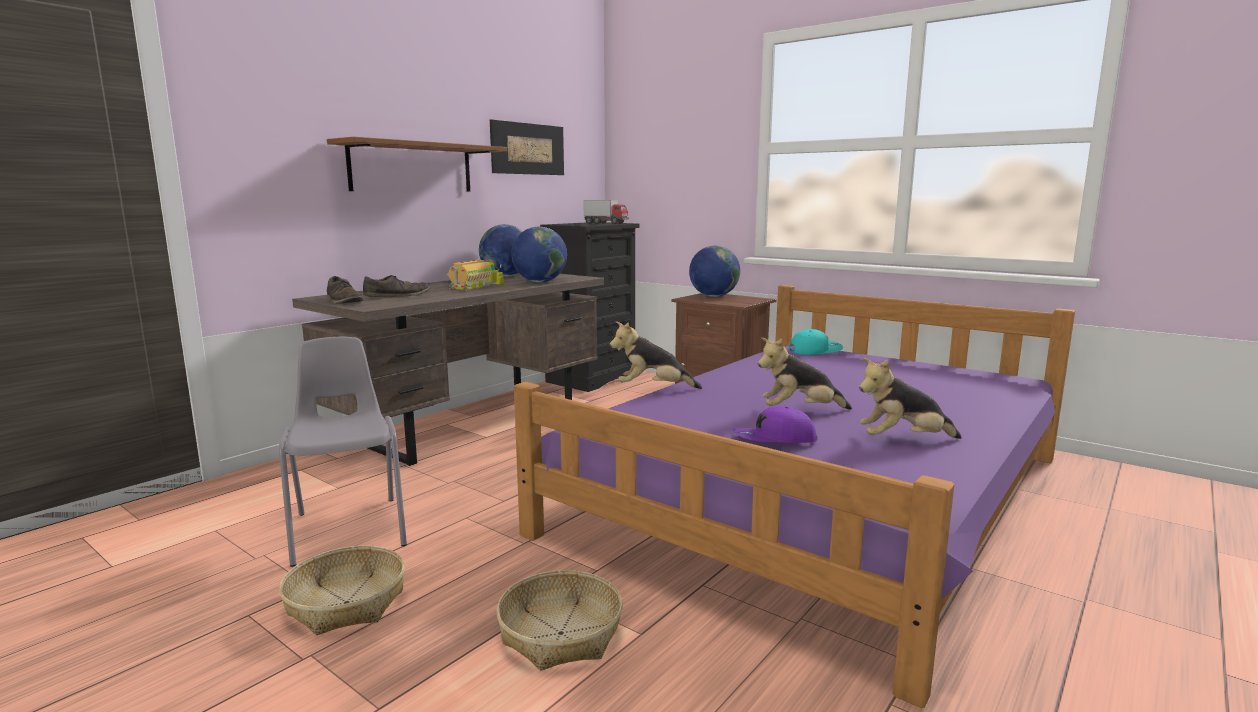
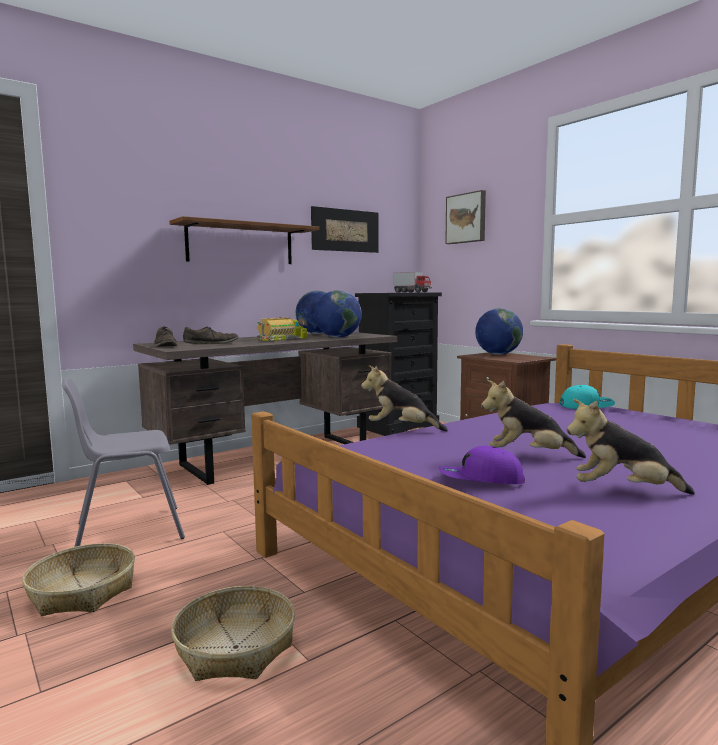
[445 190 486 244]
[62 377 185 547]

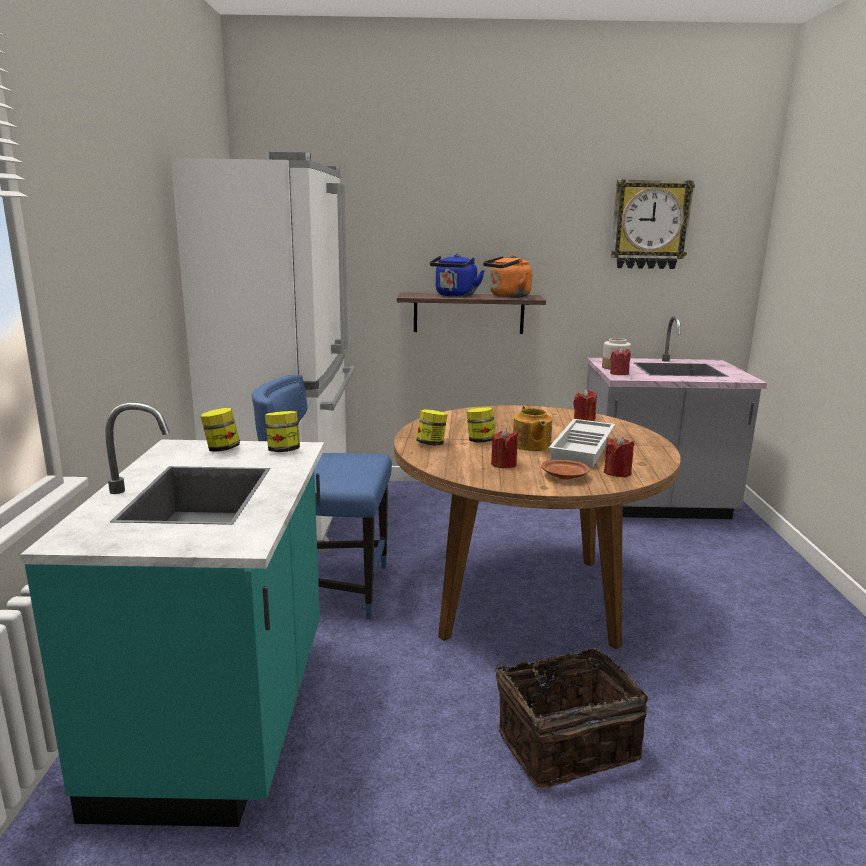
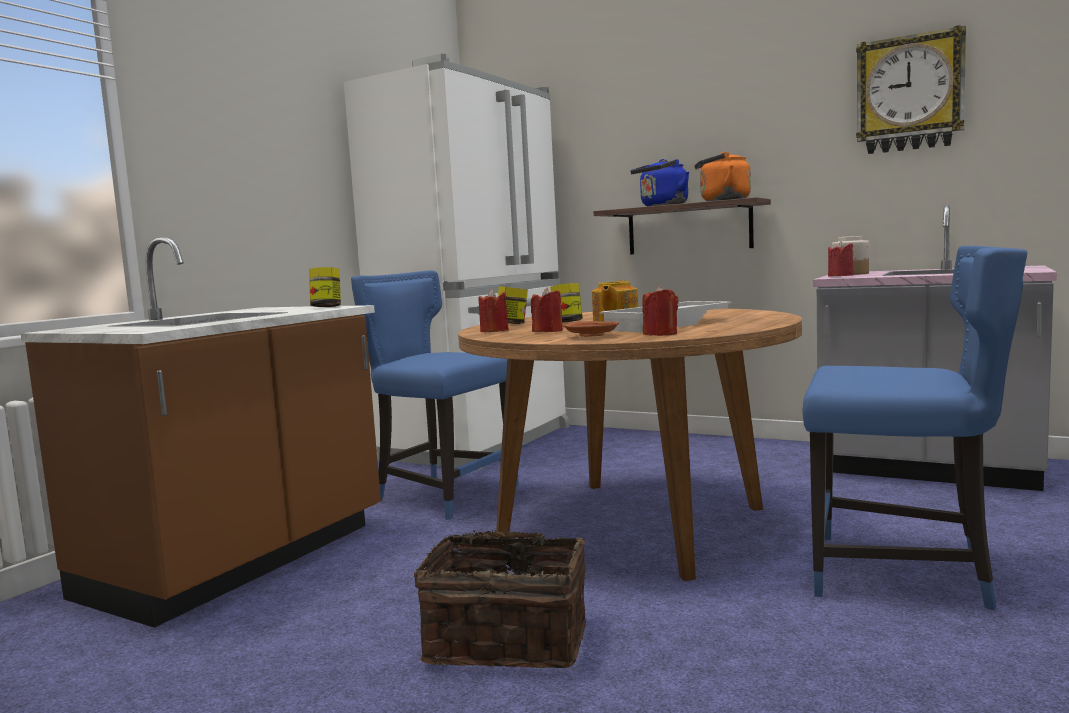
[201 408 240 452] (first image)
[803 246 1027 610]
[478 289 509 332]
[21 237 381 628]

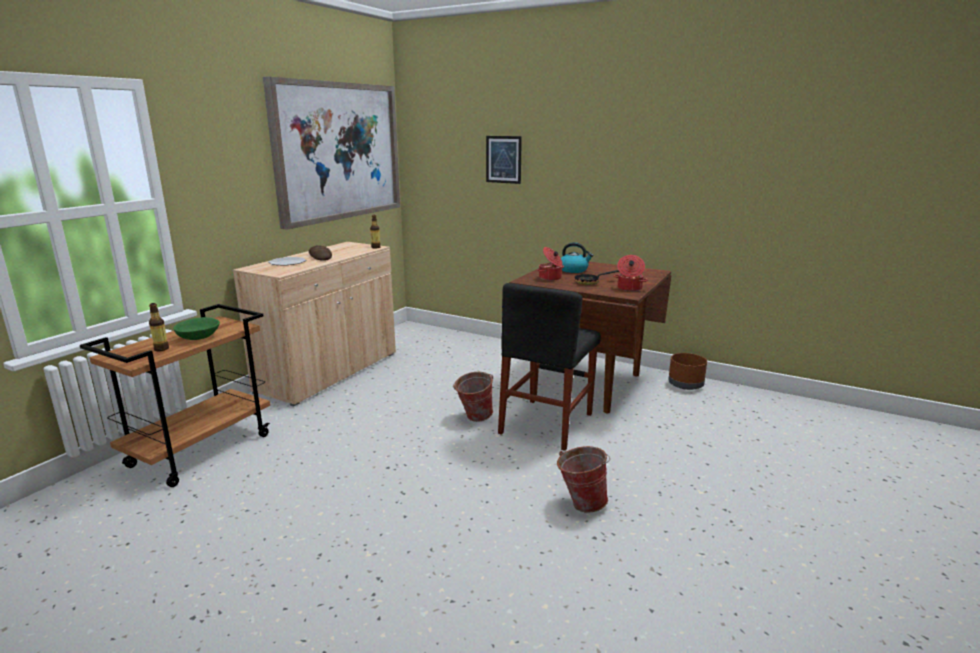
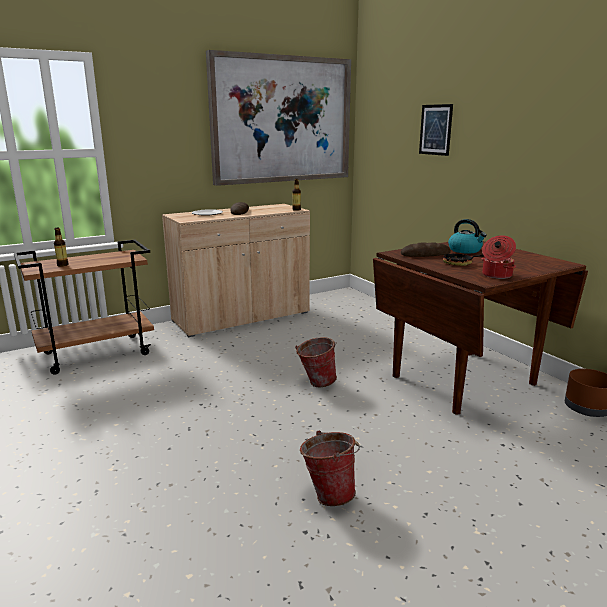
[173 317 220 340] (first image)
[498 283 601 451] (first image)
[401 242 451 257]

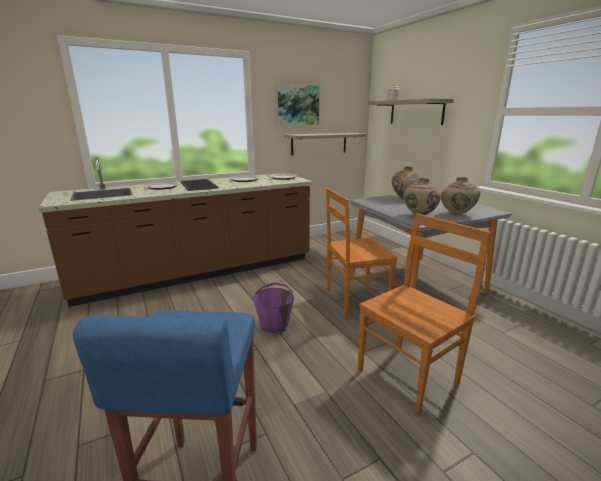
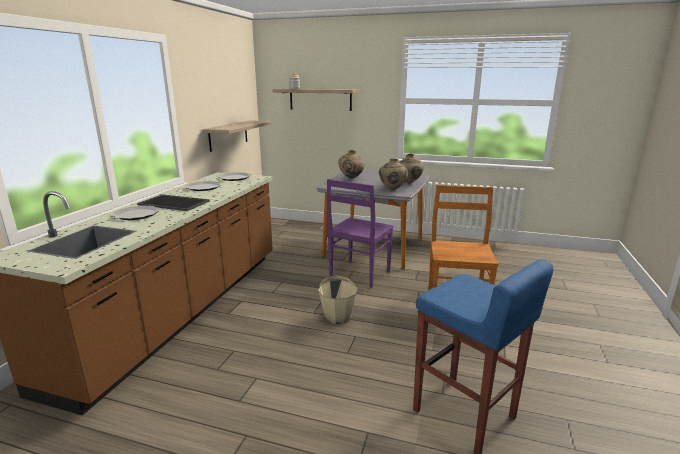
[278 84 320 126] (first image)
[318 275 358 324]
[327 179 394 288]

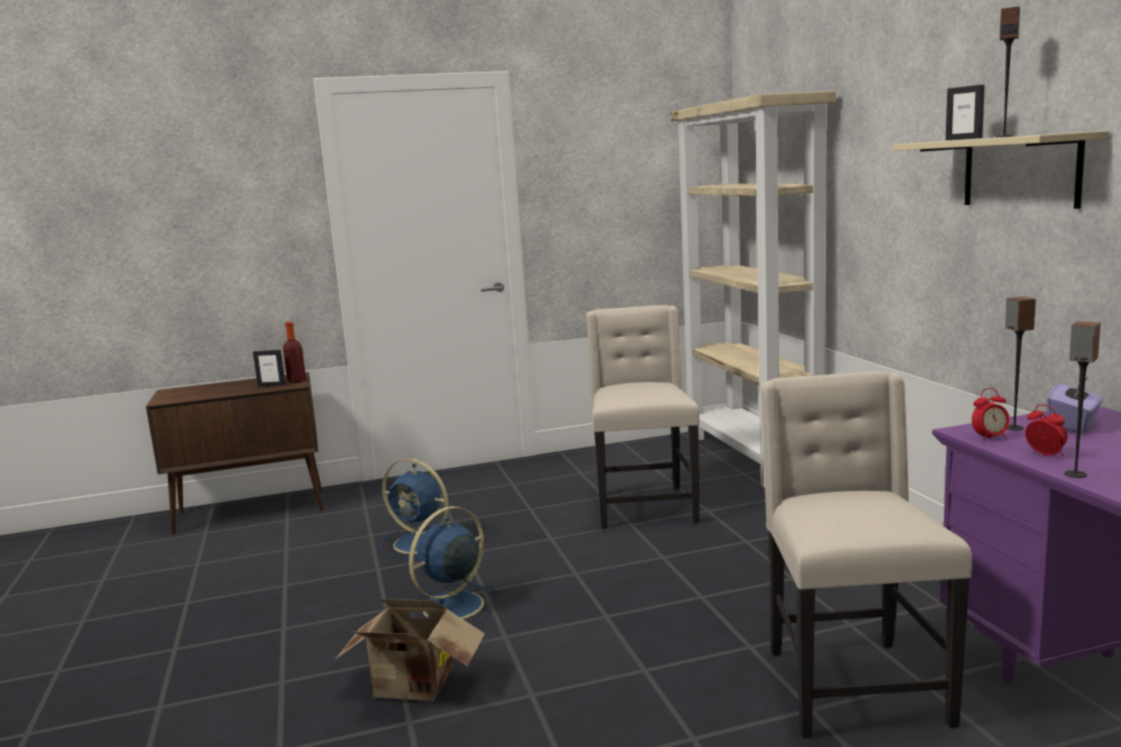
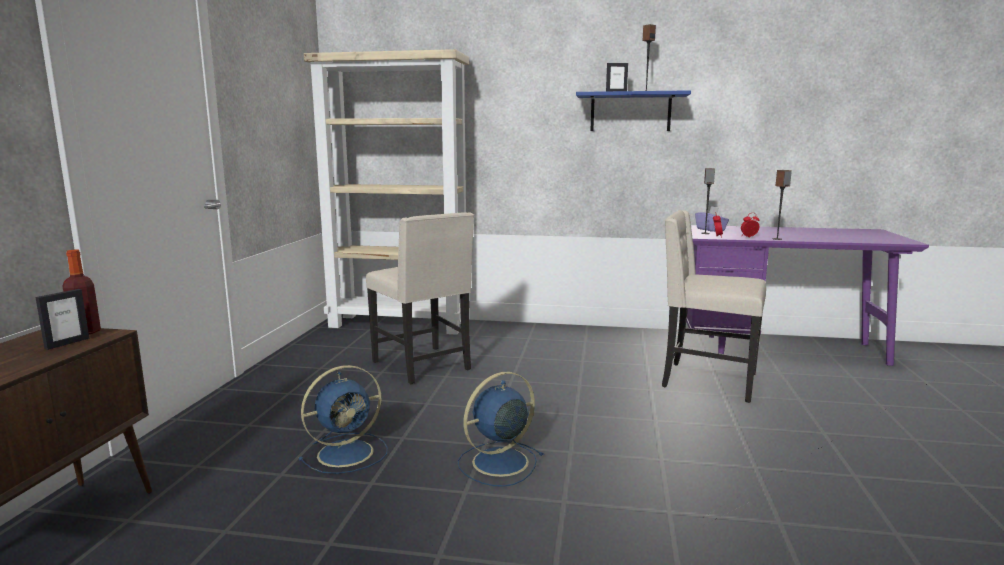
[336 599 485 701] (first image)
[576 90 691 131]
[458 372 544 487]
[366 212 474 385]

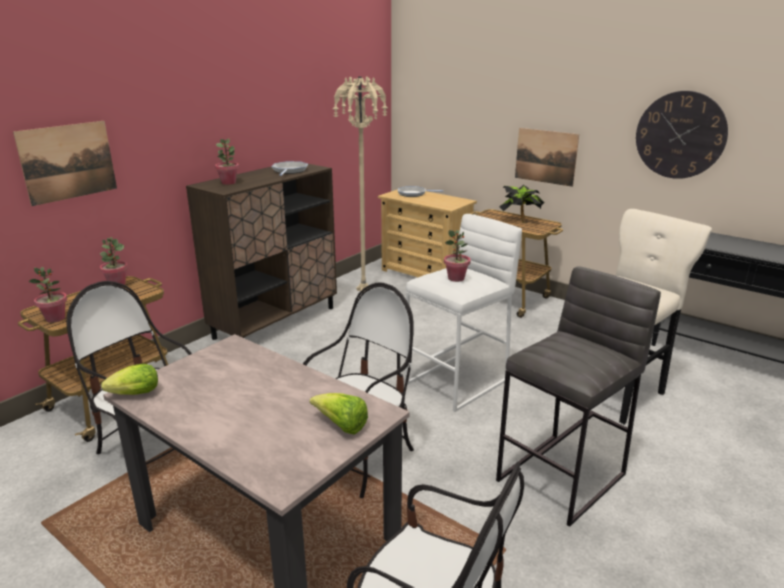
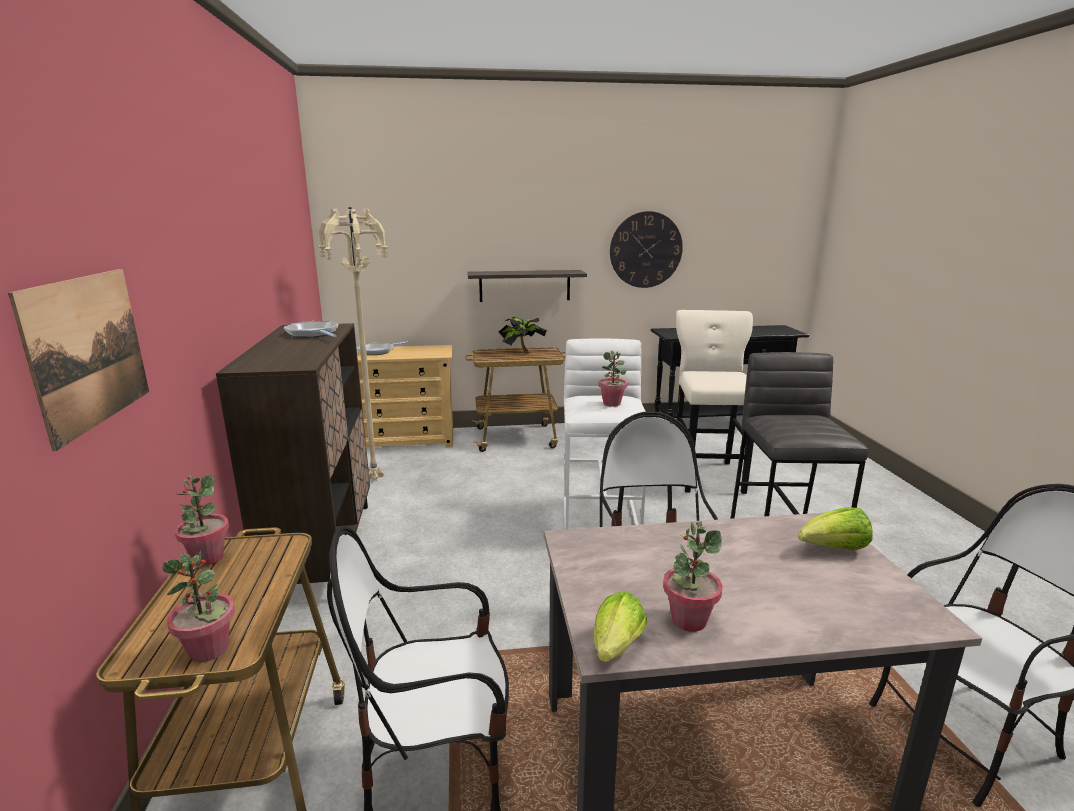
[663 521 723 632]
[467 270 587 302]

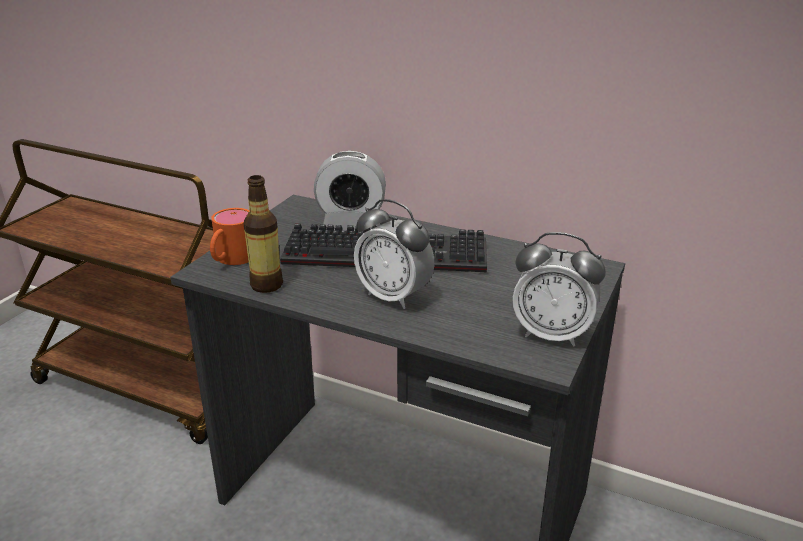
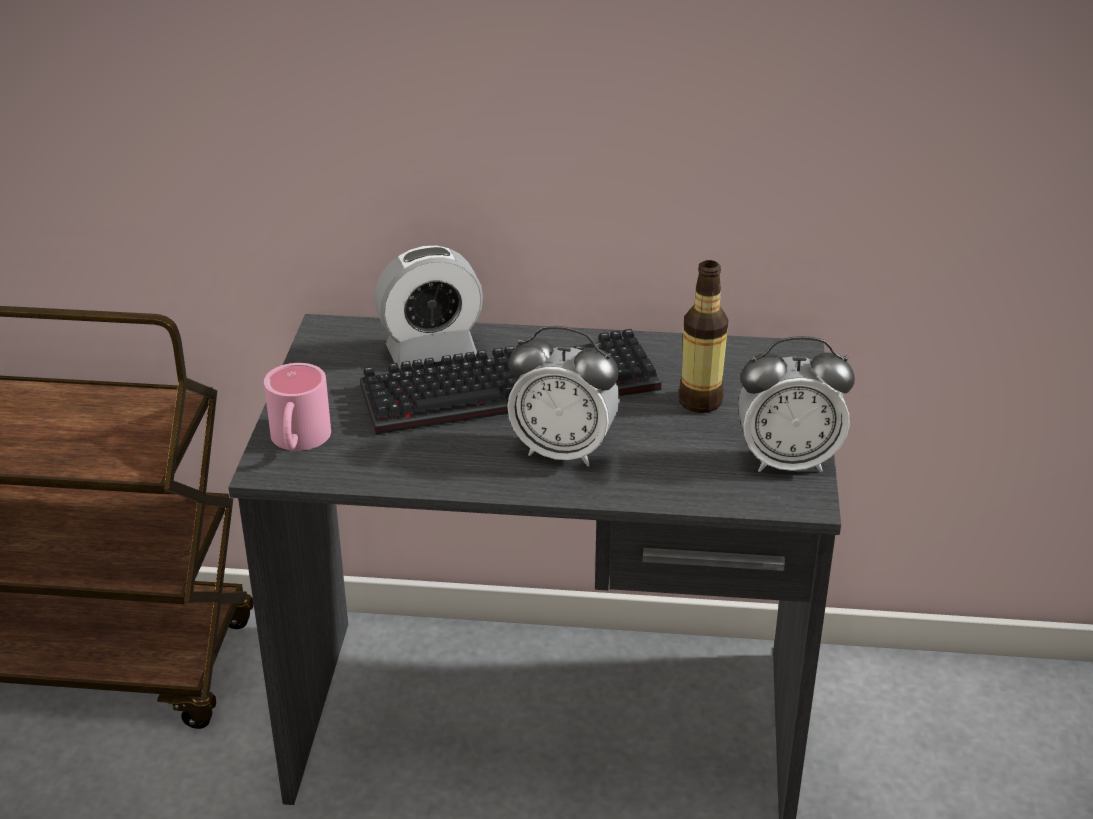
[679 260 728 413]
[264 363 331 451]

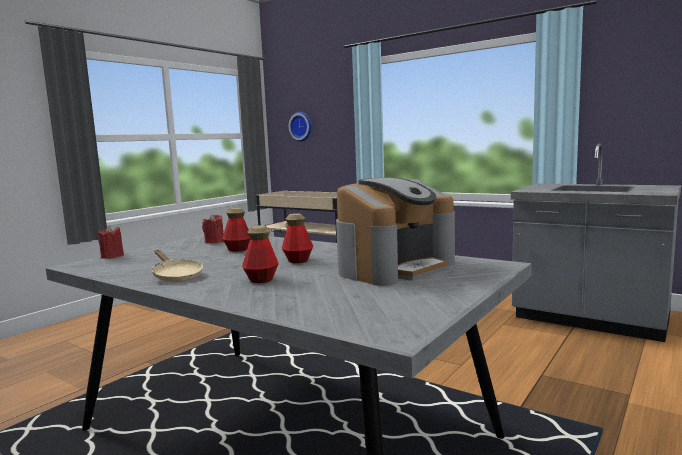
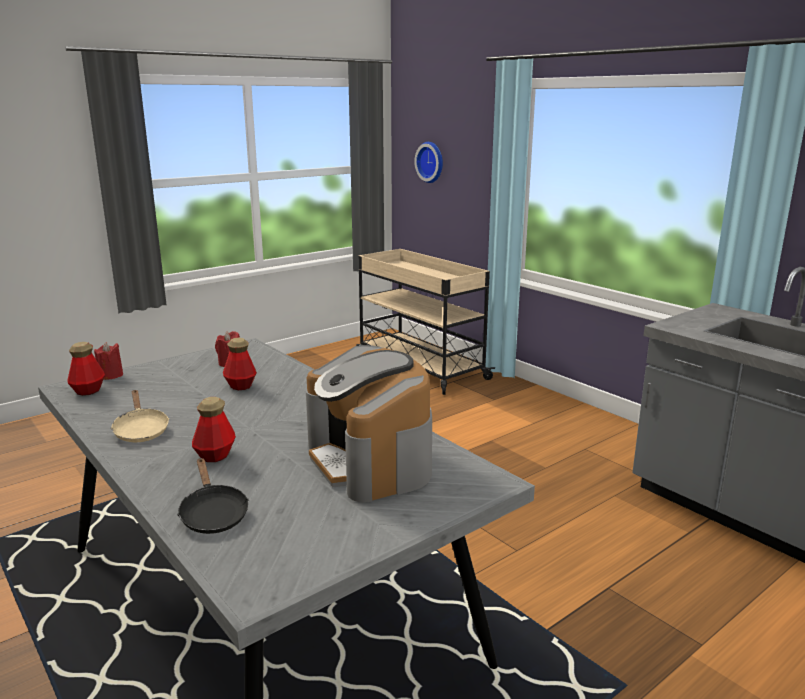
[177 458 249 534]
[67 342 105 396]
[306 345 432 503]

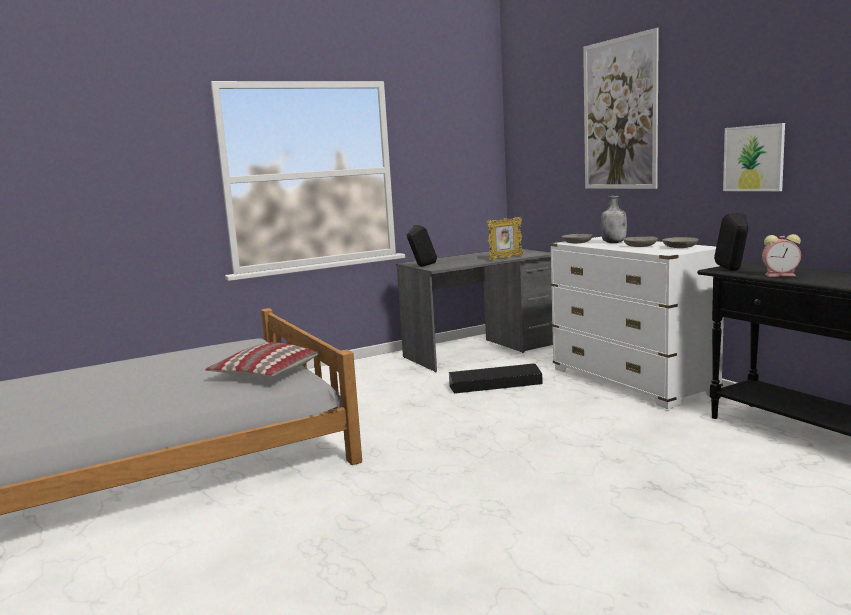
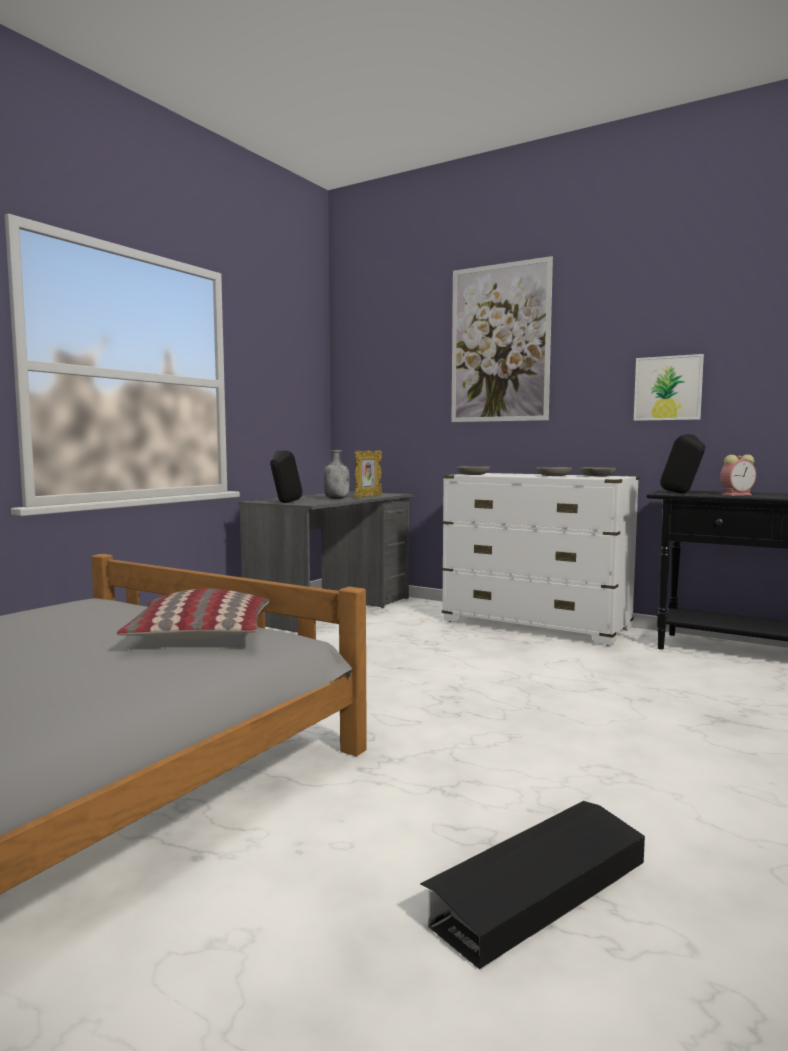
[420 801 645 970]
[323 450 350 499]

